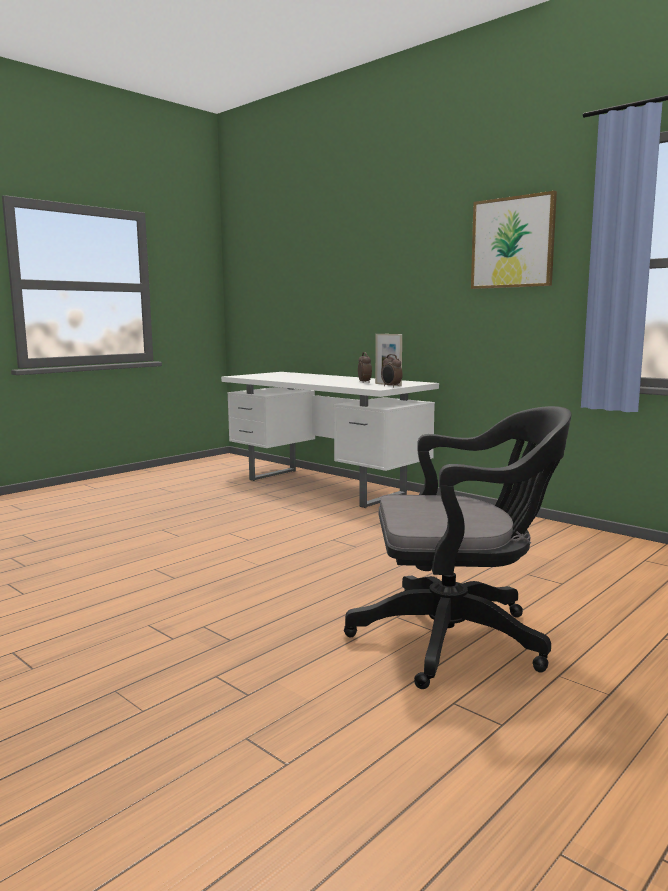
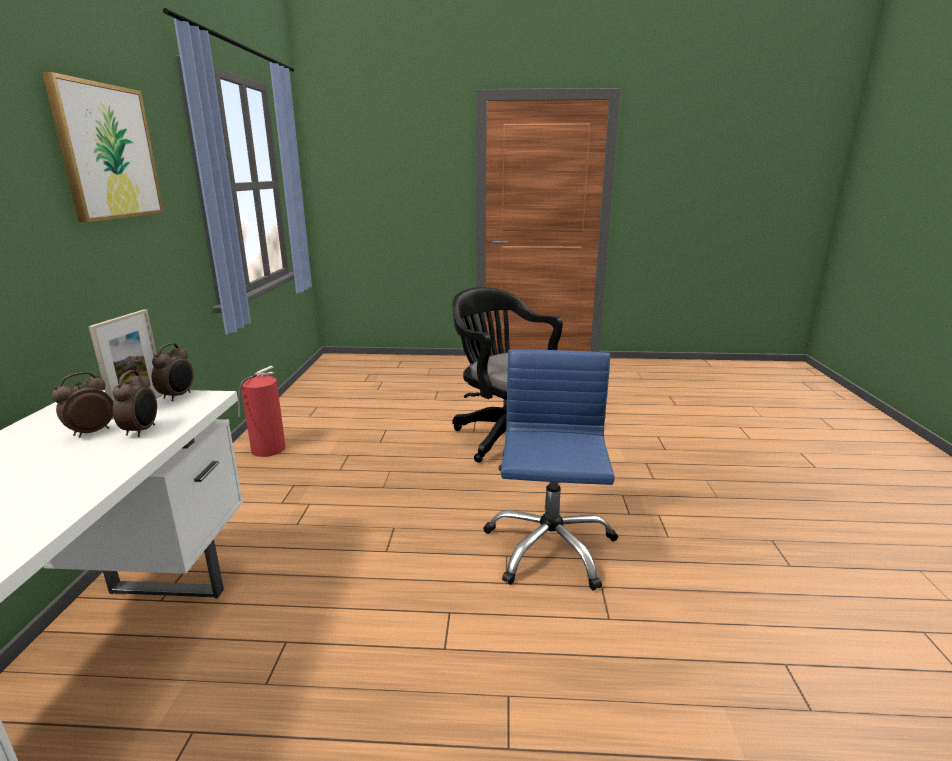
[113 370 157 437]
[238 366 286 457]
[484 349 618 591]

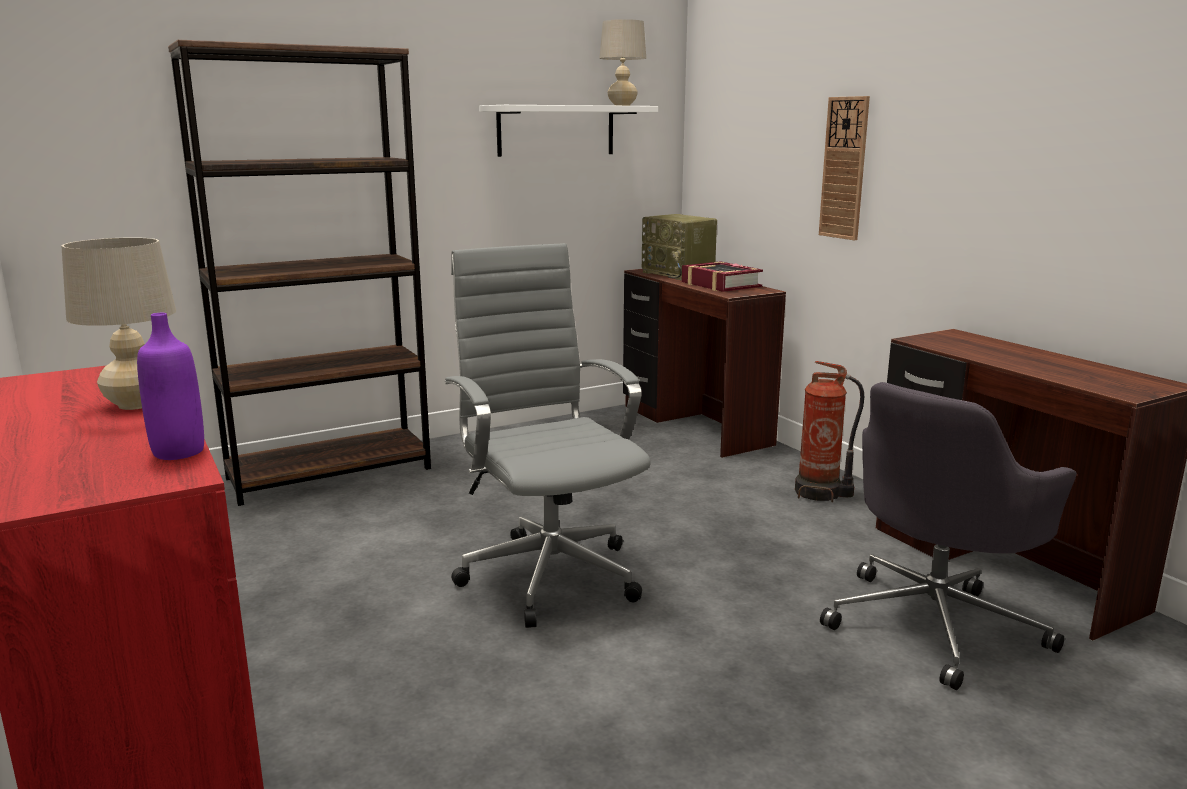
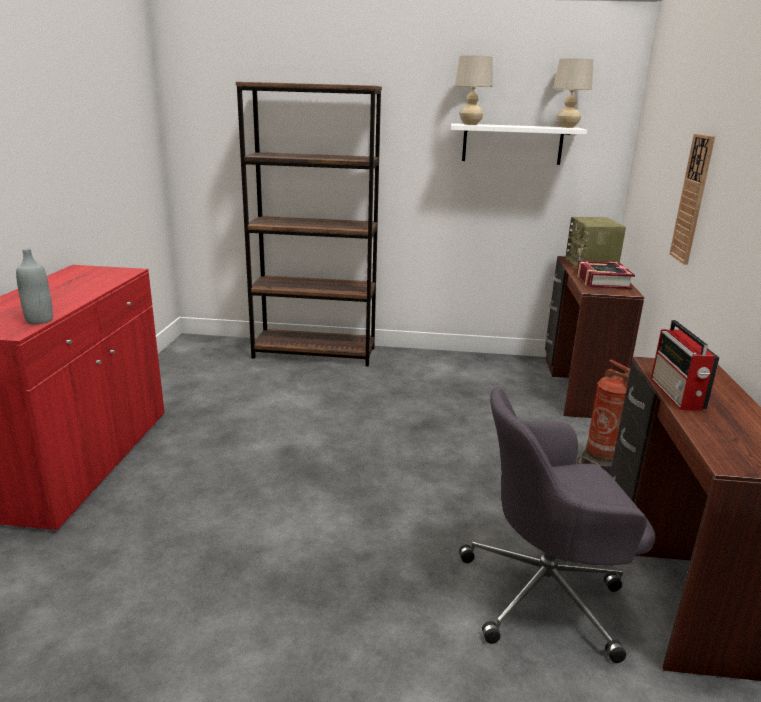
[445 243 651 628] (first image)
[651 320 720 411]
[455 55 492 125]
[16 249 53 324]

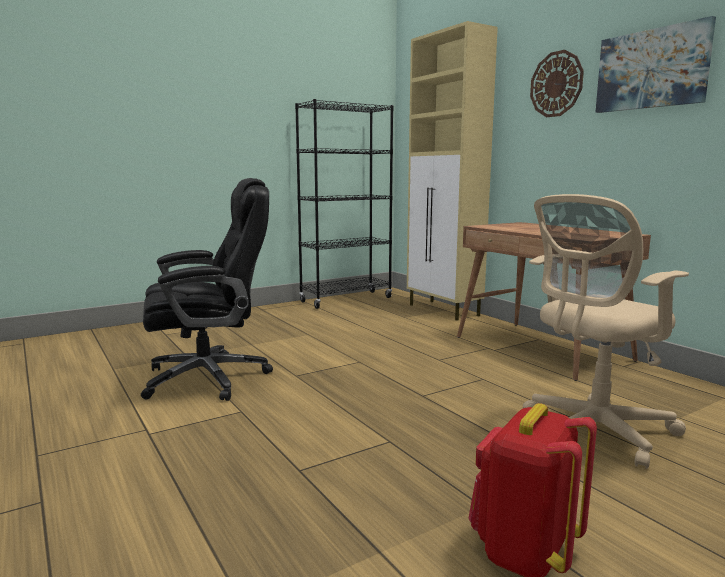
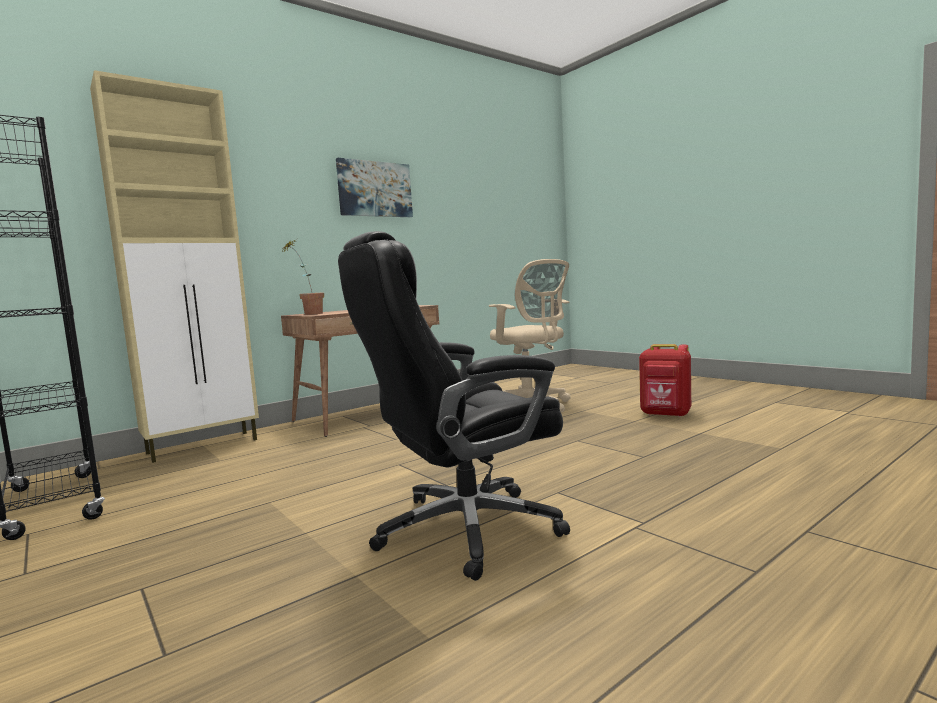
[530 50 584 117] (first image)
[280 239 324 315]
[338 231 570 581]

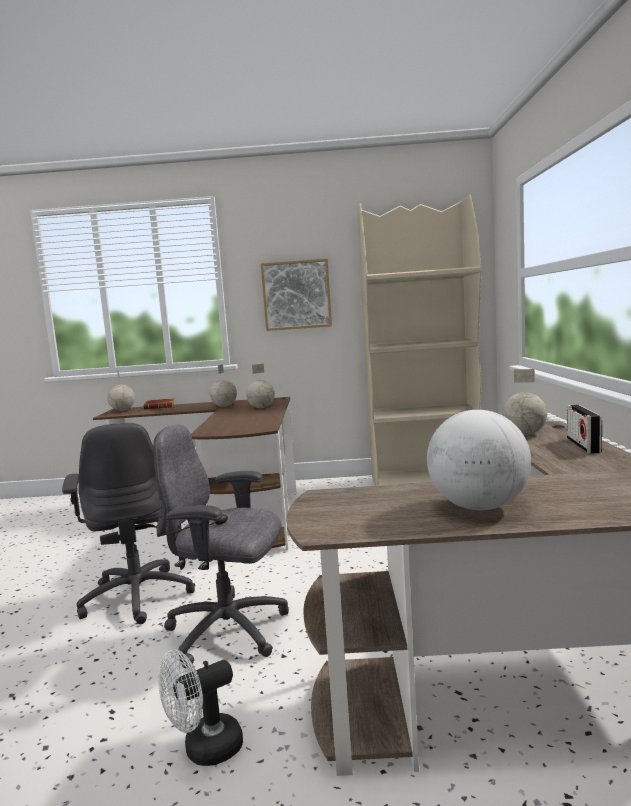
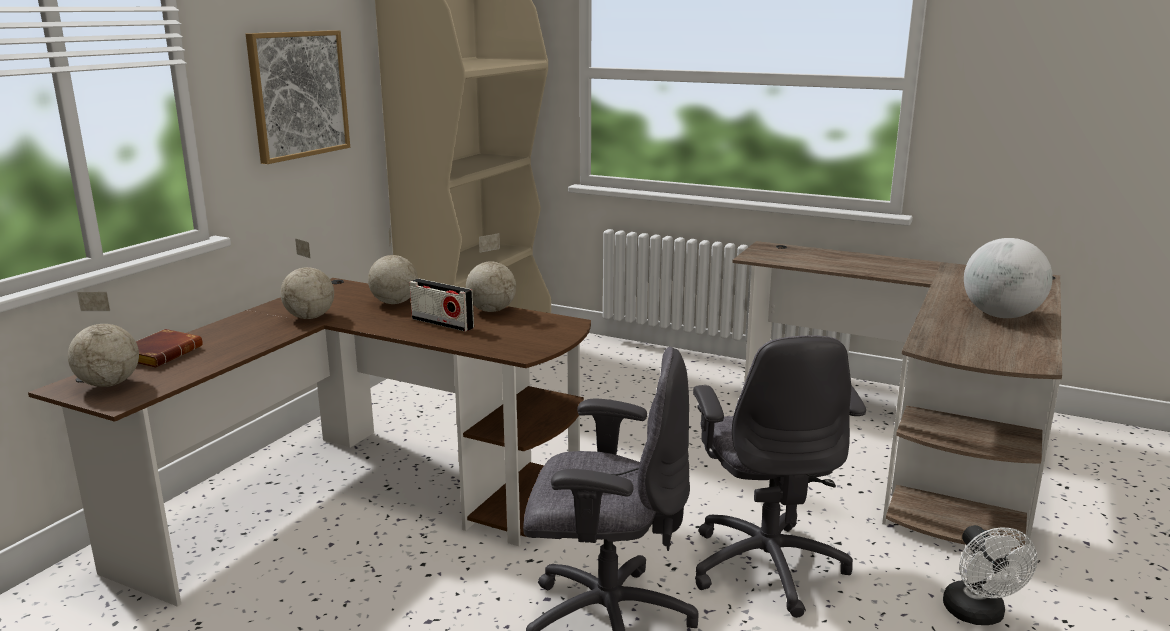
[466 233 516 312]
[410 279 474 332]
[693 335 866 618]

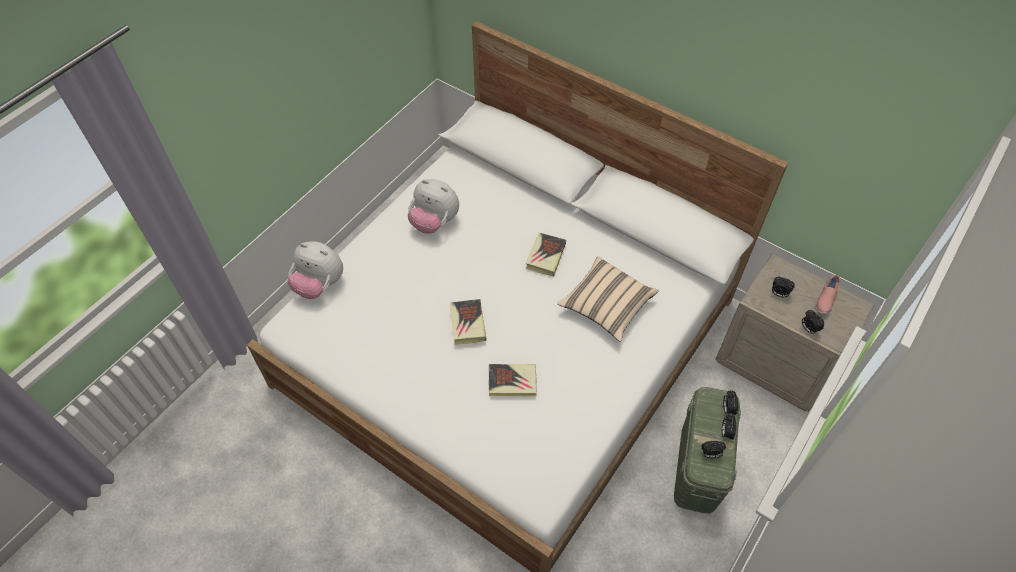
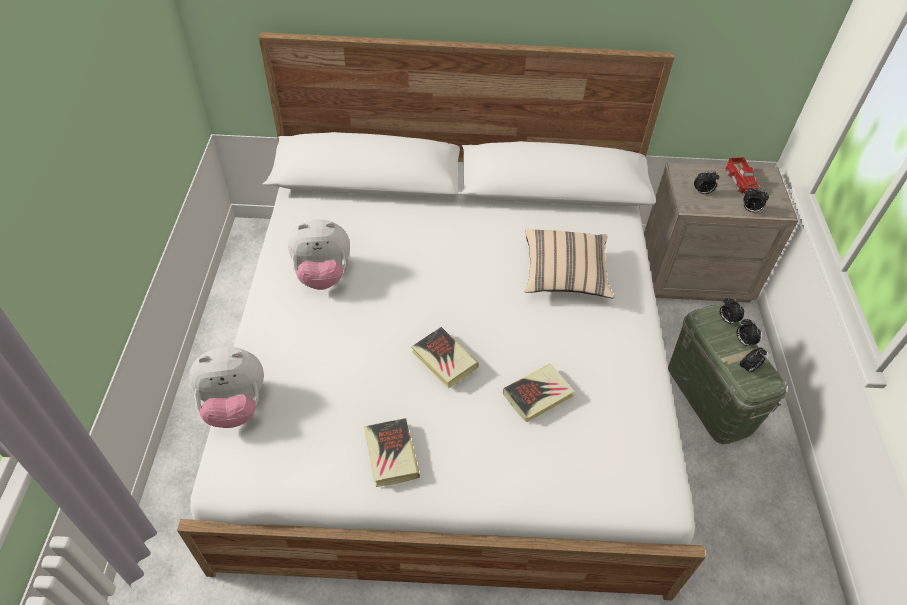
[364 418 420 487]
[726 157 759 195]

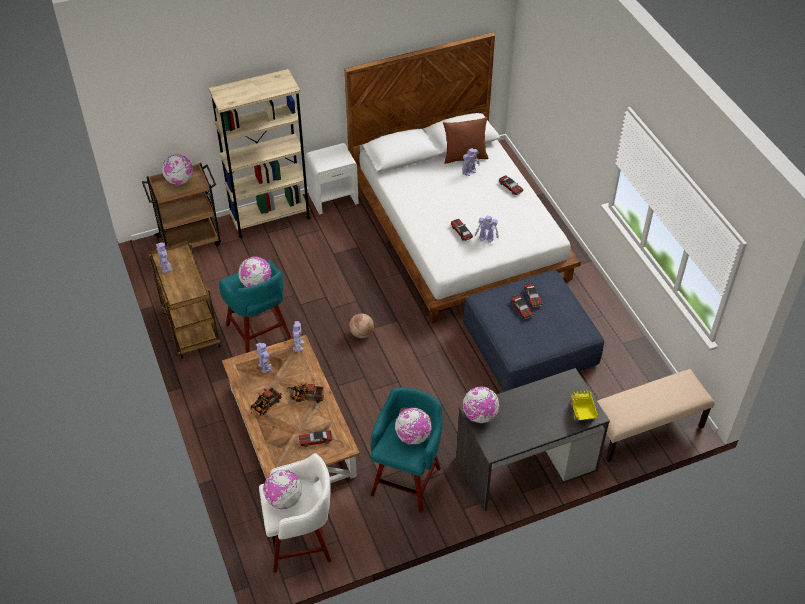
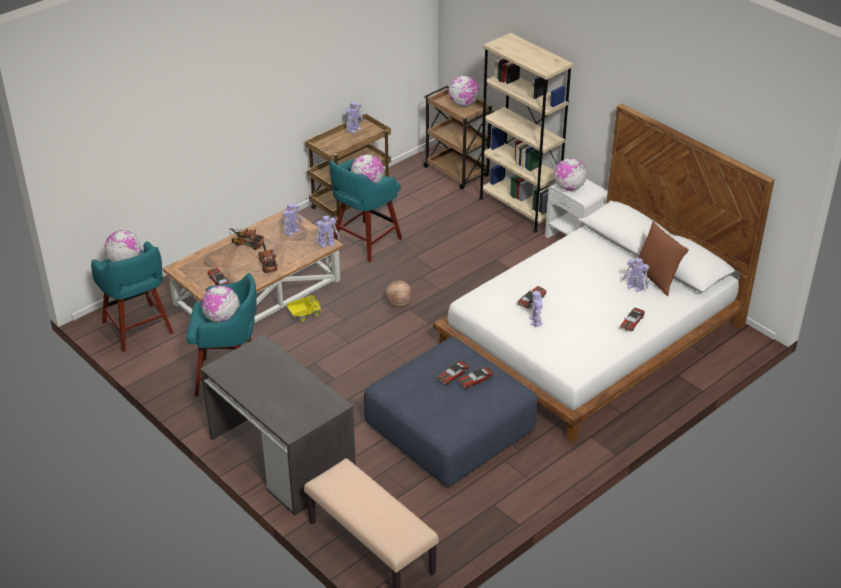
[554 158 587 191]
[287 295 322 323]
[91 241 174 352]

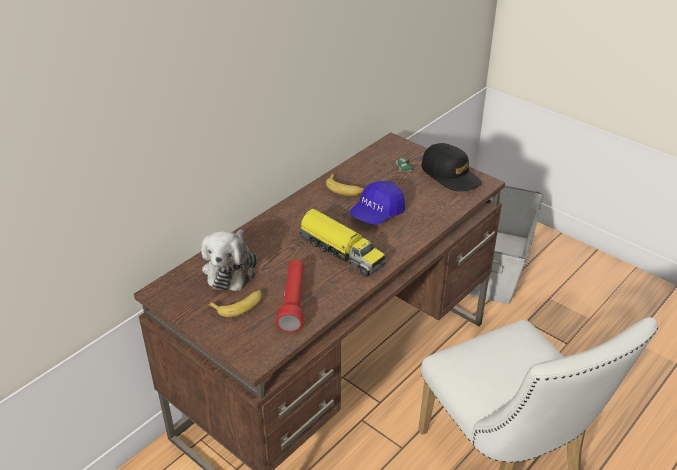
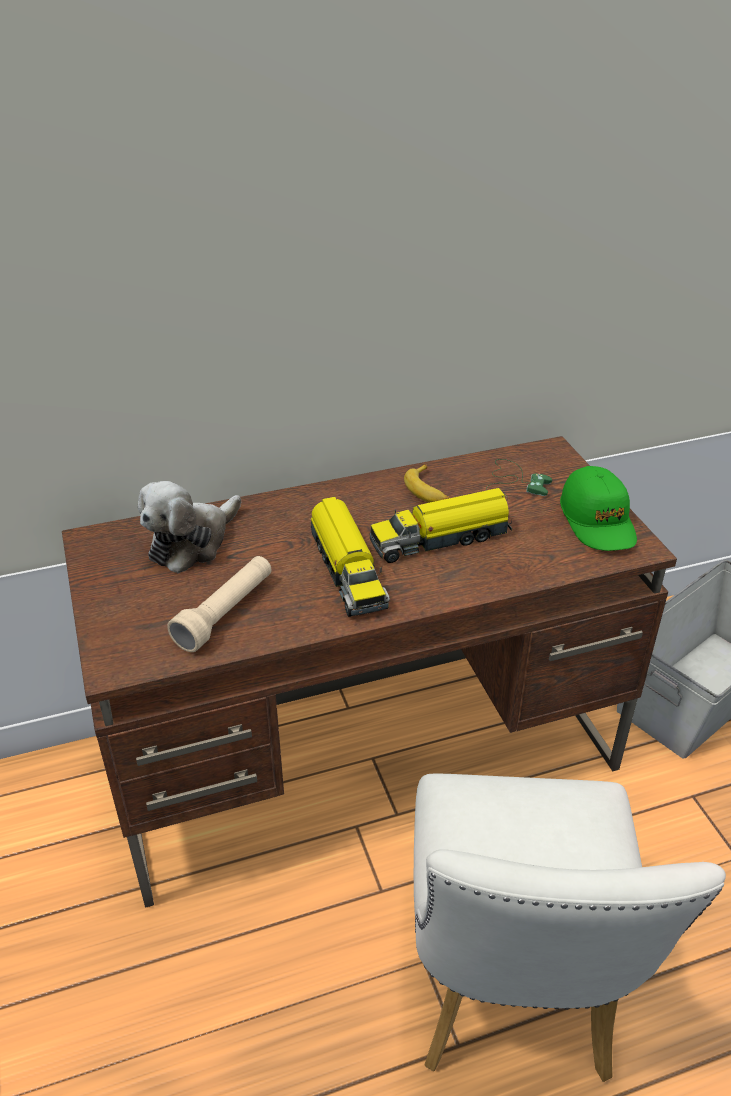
[208 290 262 317] (first image)
[370 488 512 563]
[167 556 272 652]
[560 466 637 551]

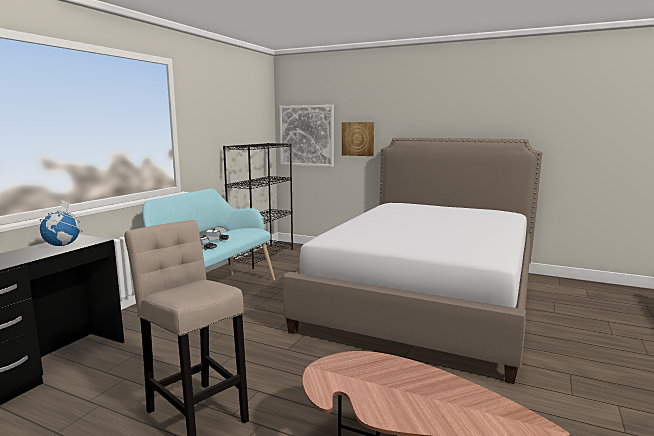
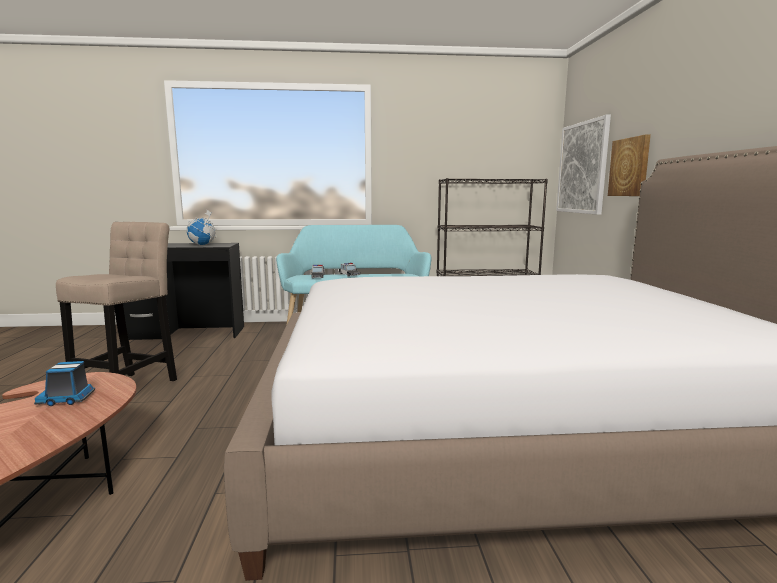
[34 361 95 406]

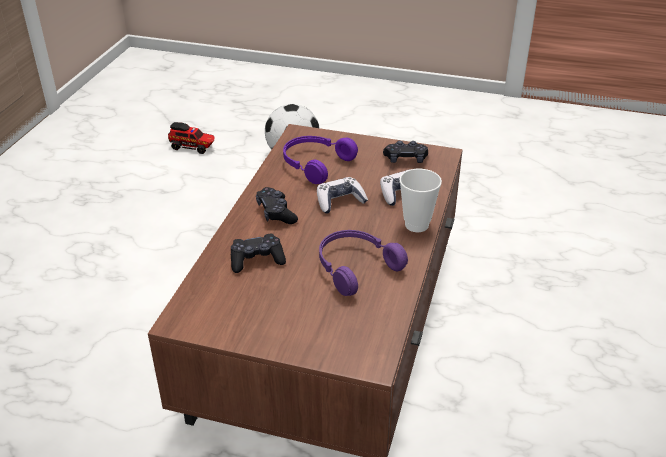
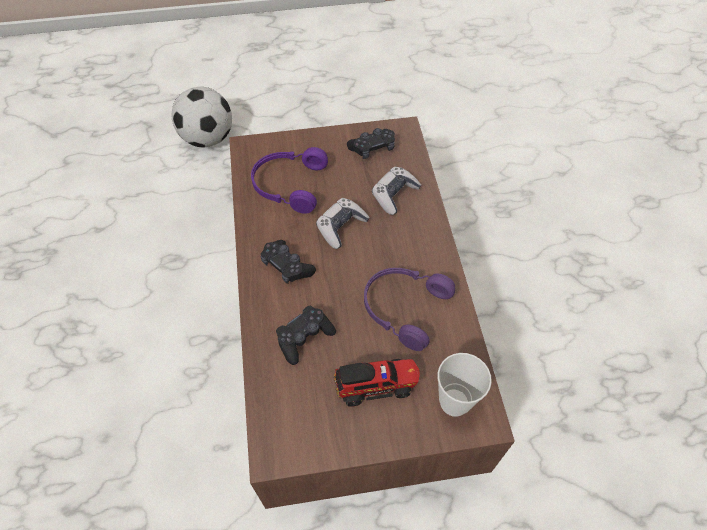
[334 359 420 407]
[438 353 492 417]

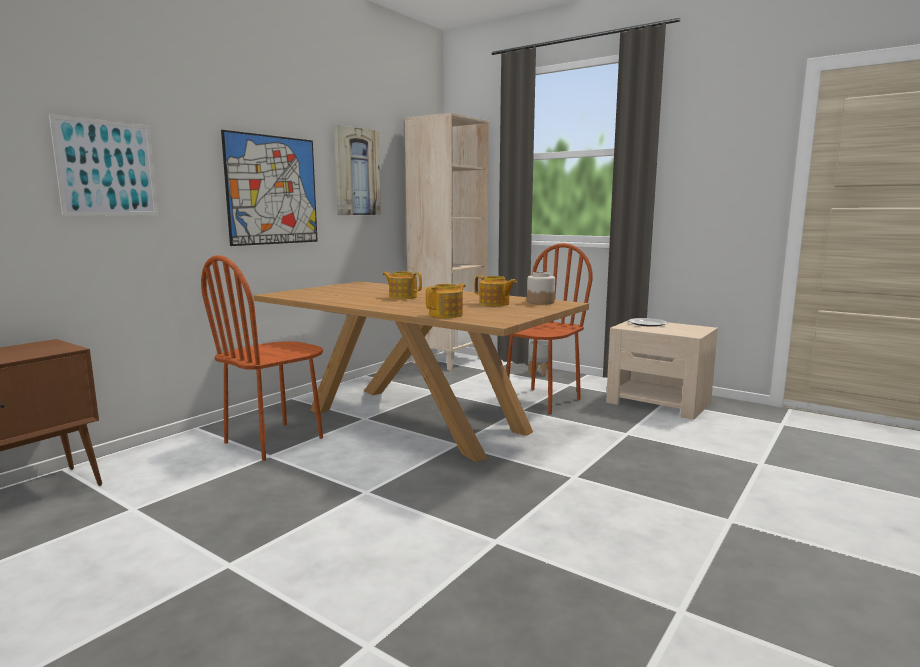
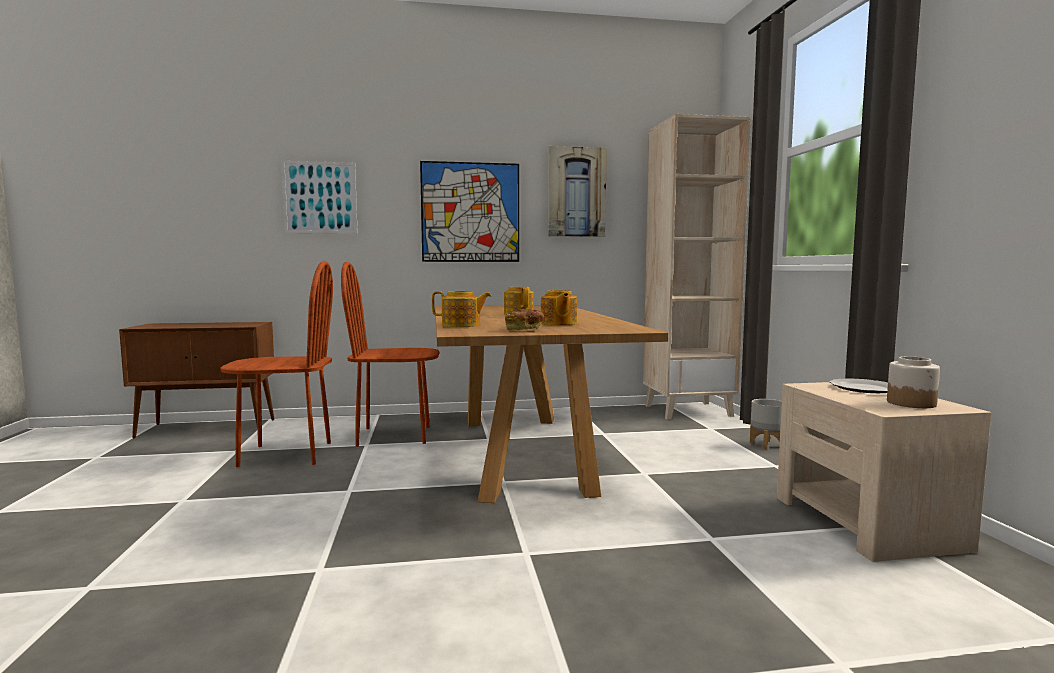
[505 309 544 330]
[220 261 333 467]
[887 356 940 408]

